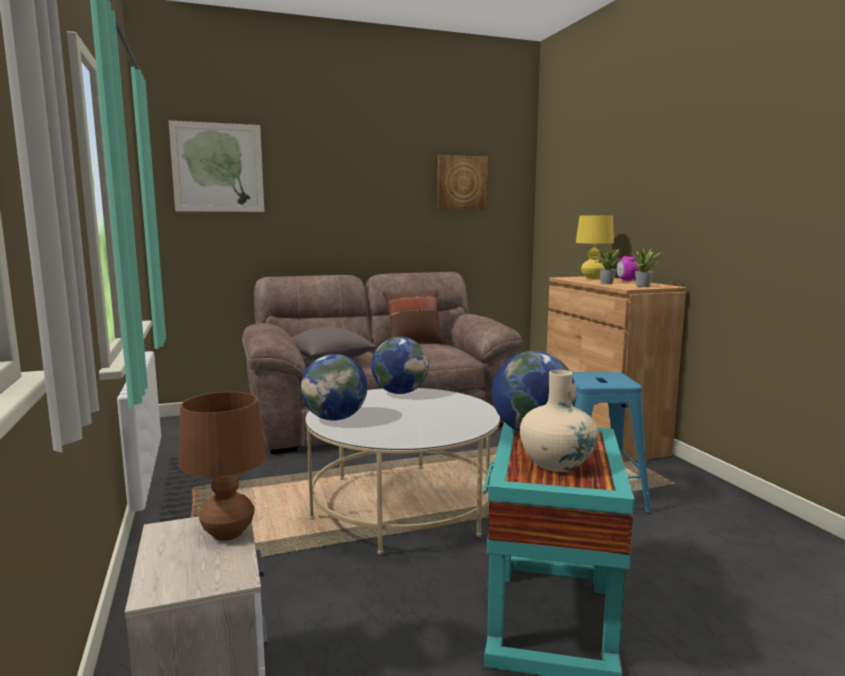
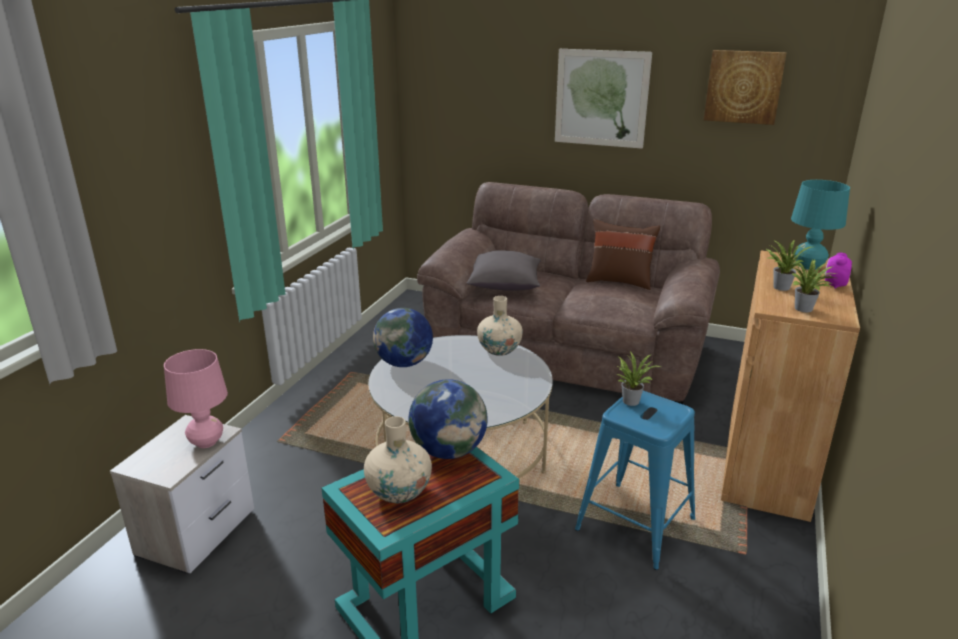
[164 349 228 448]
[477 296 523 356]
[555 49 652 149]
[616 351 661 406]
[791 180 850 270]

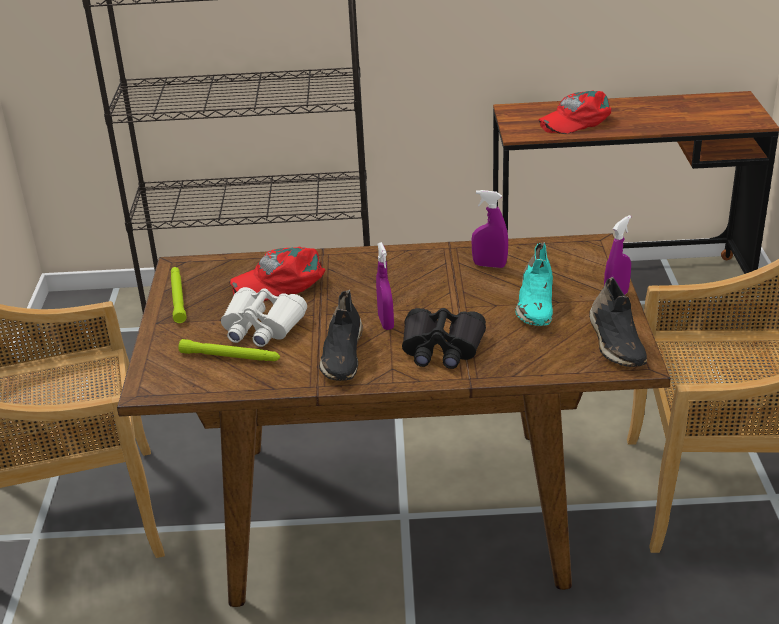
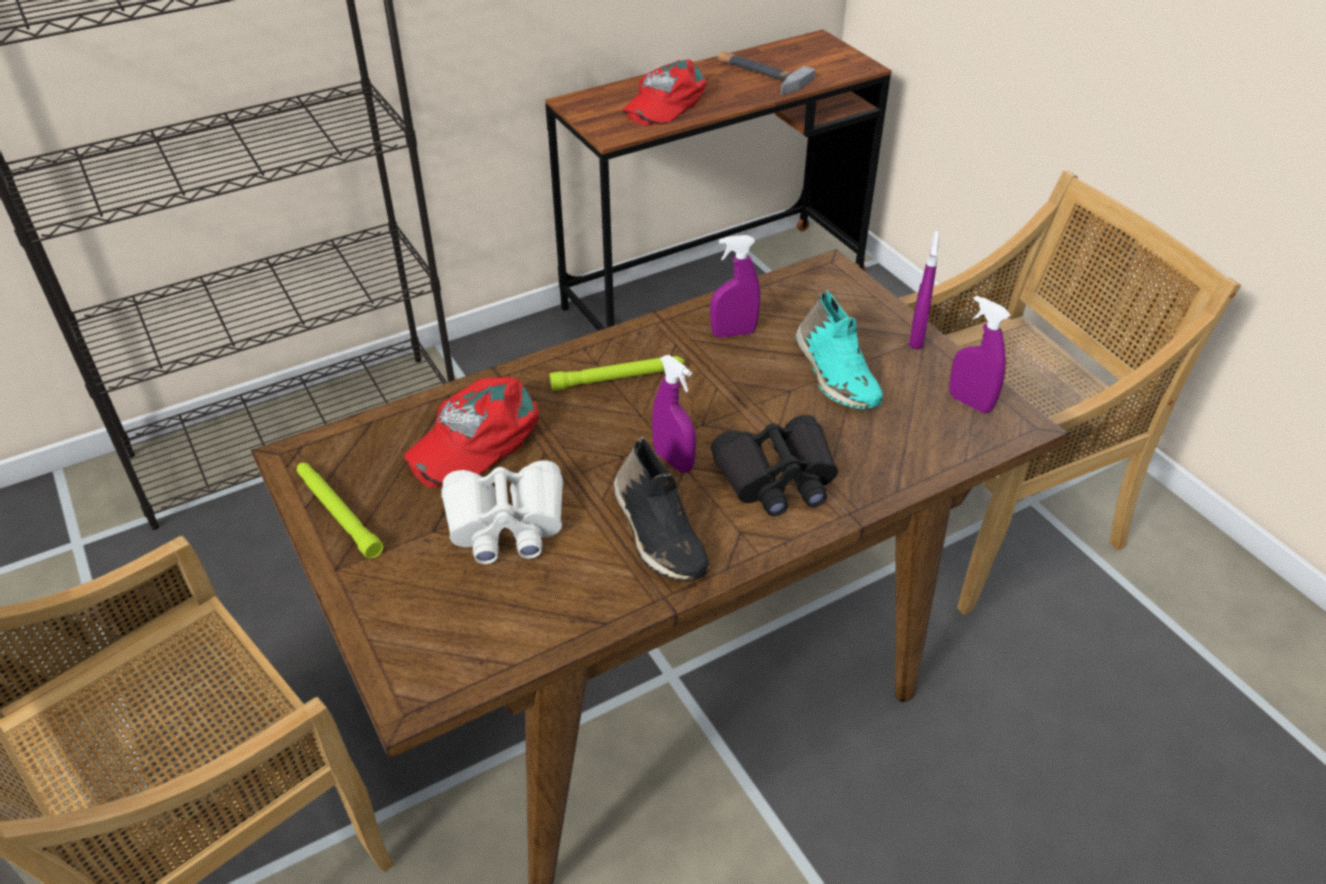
[549 356 684 391]
[718 51 815 95]
[949 295 1011 413]

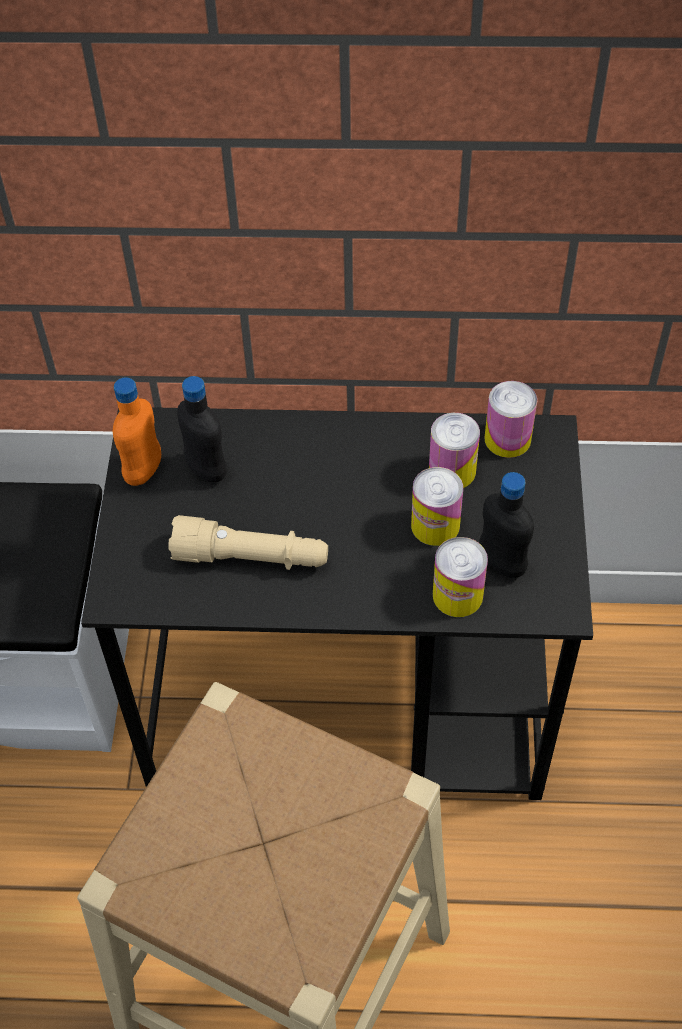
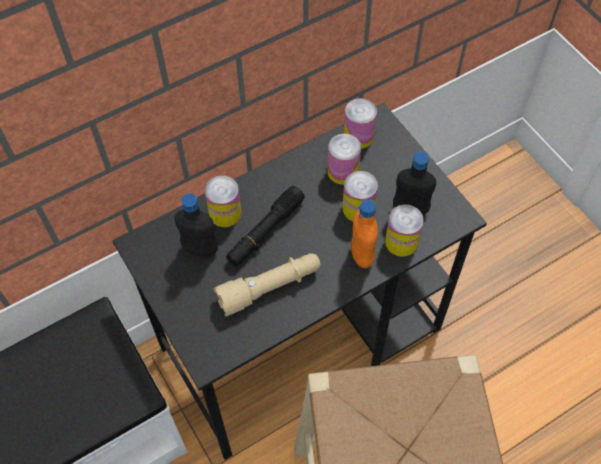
[205 176 242 227]
[226 186 305 266]
[351 199 378 268]

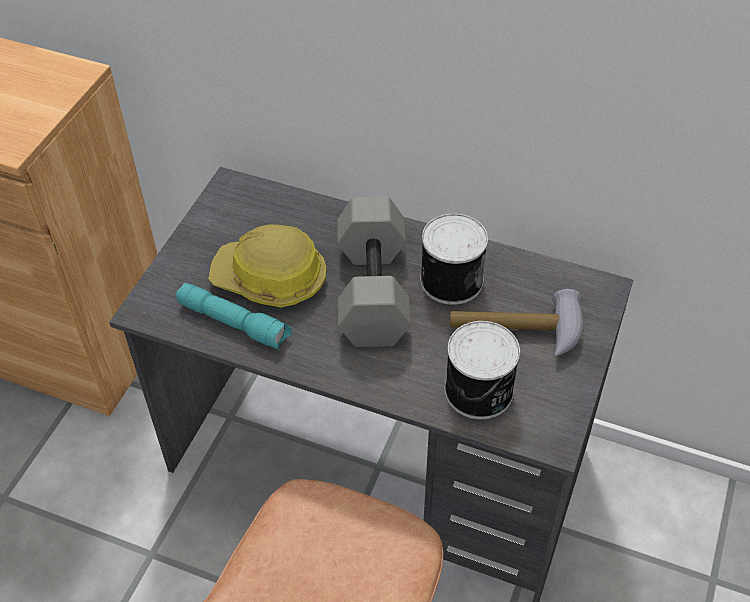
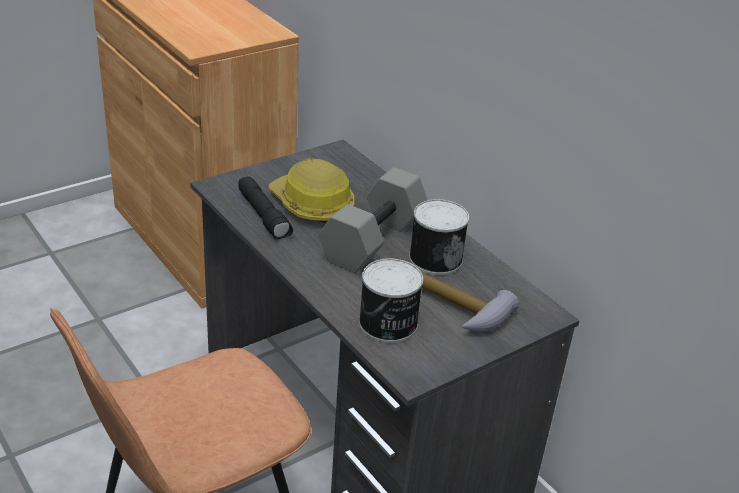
[238 176 293 239]

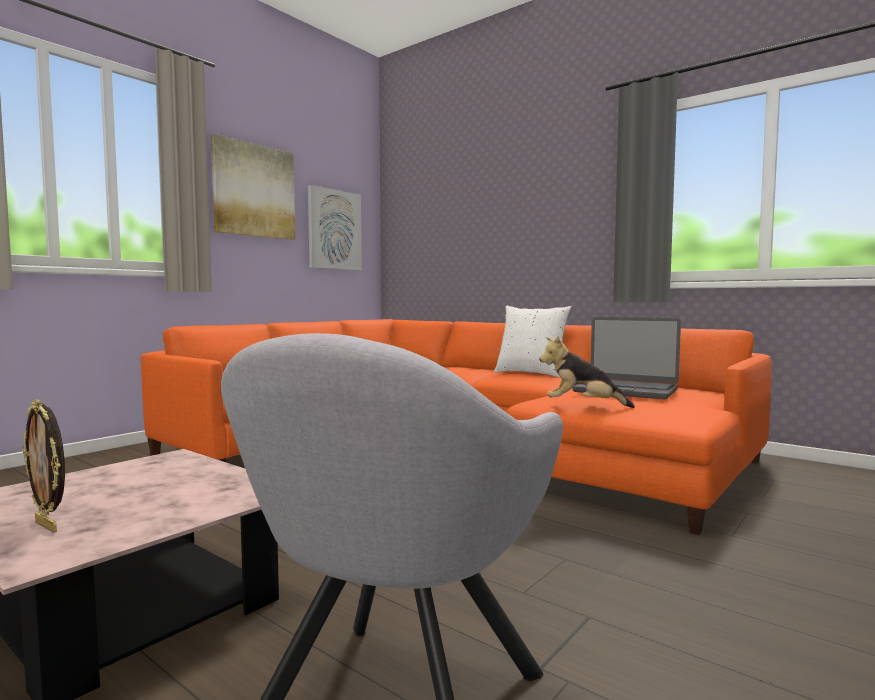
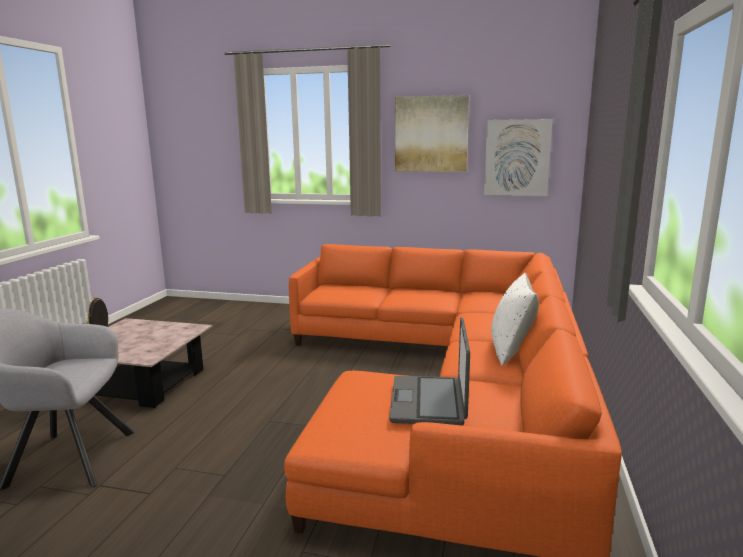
[539 336 635 408] (first image)

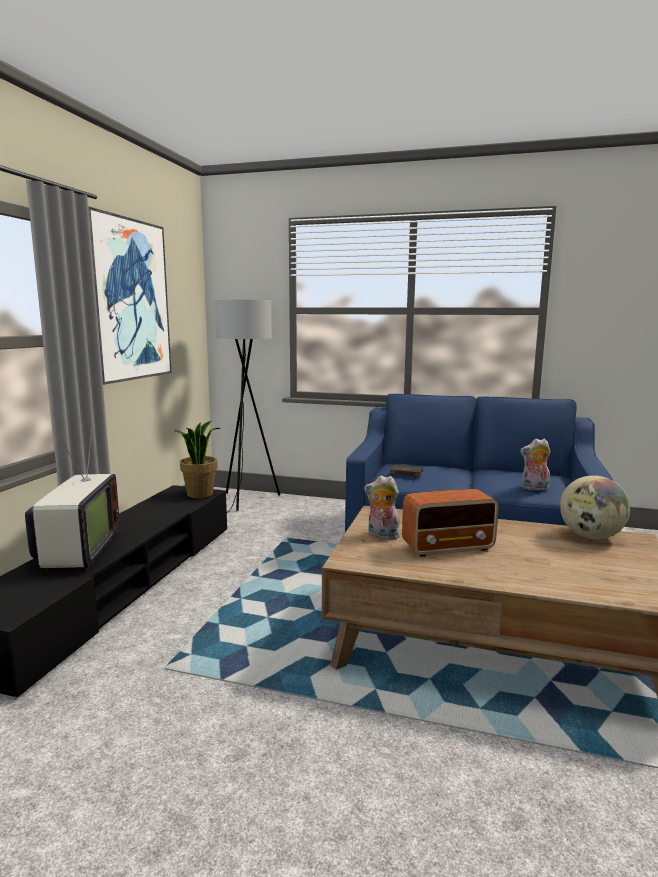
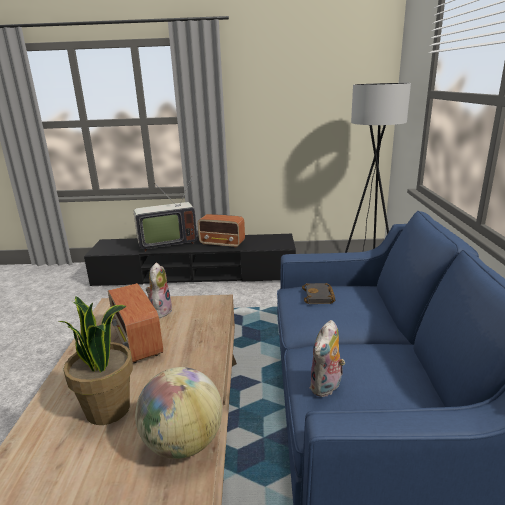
[58 296 133 425]
[198 214 245 248]
[310 320 345 397]
[88 206 172 385] (first image)

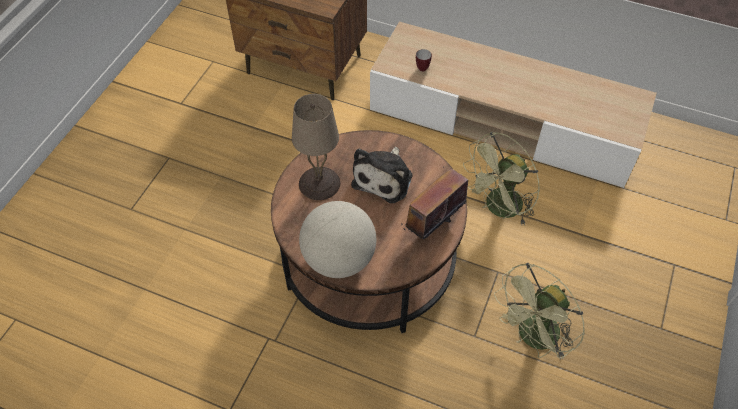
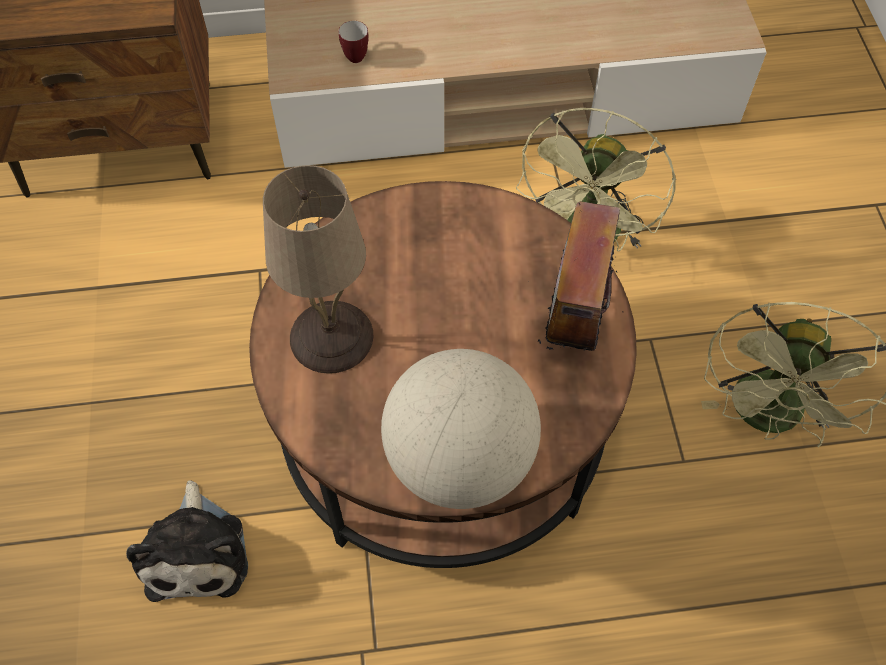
[126 480 248 602]

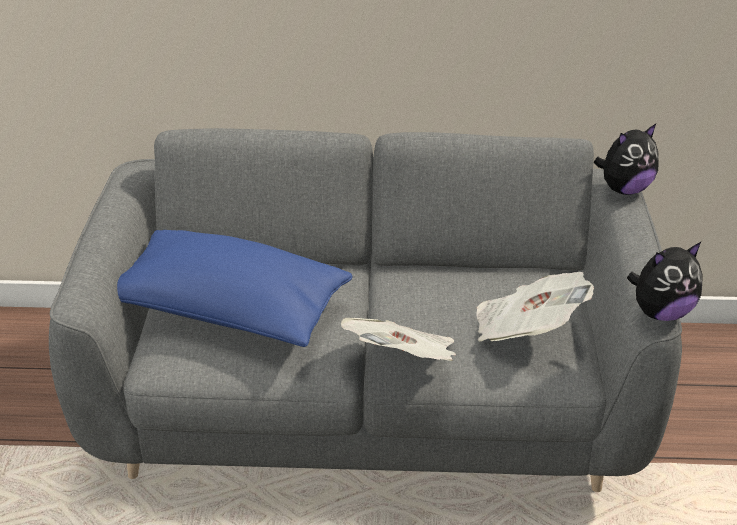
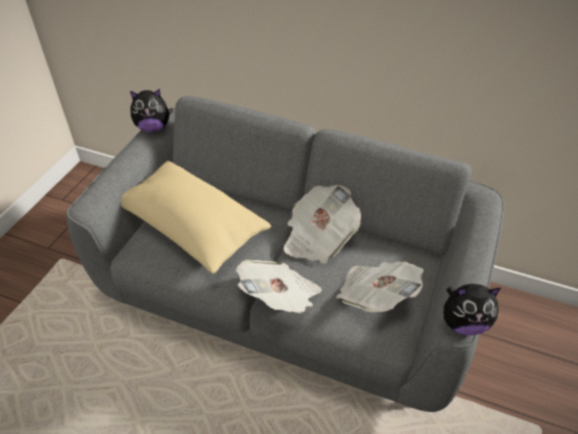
[121 161 271 274]
[130 89 173 132]
[284 185 361 264]

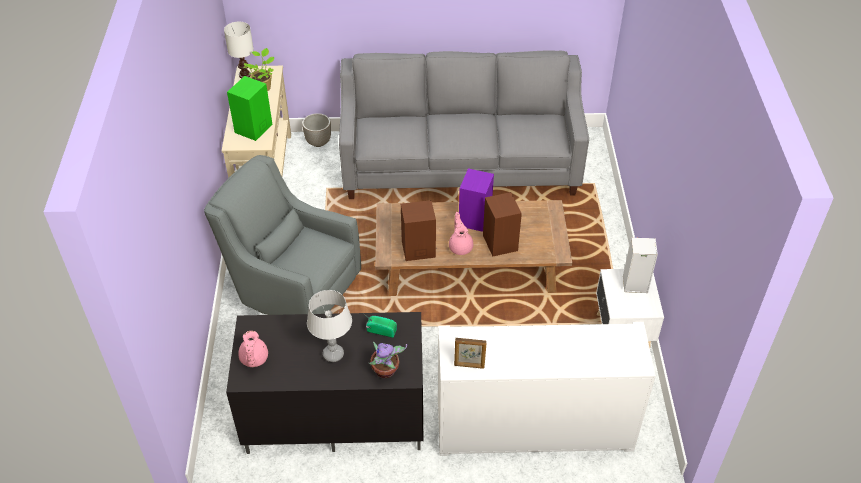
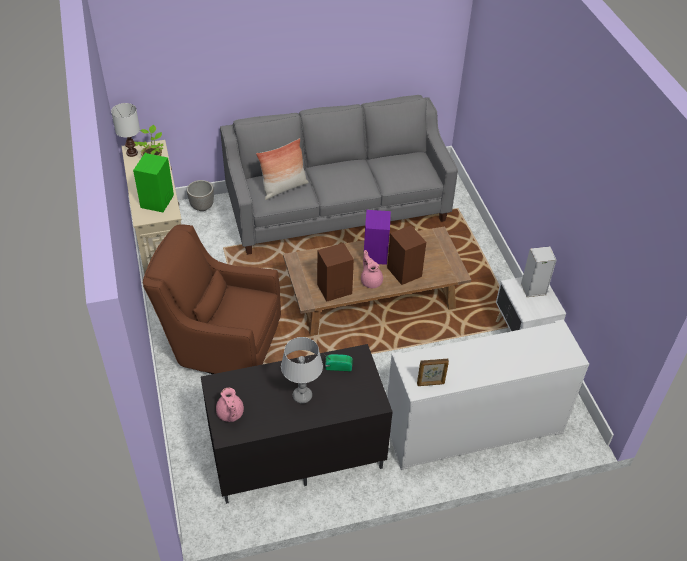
[143 224 281 374]
[256 138 309 200]
[369 342 407 379] (first image)

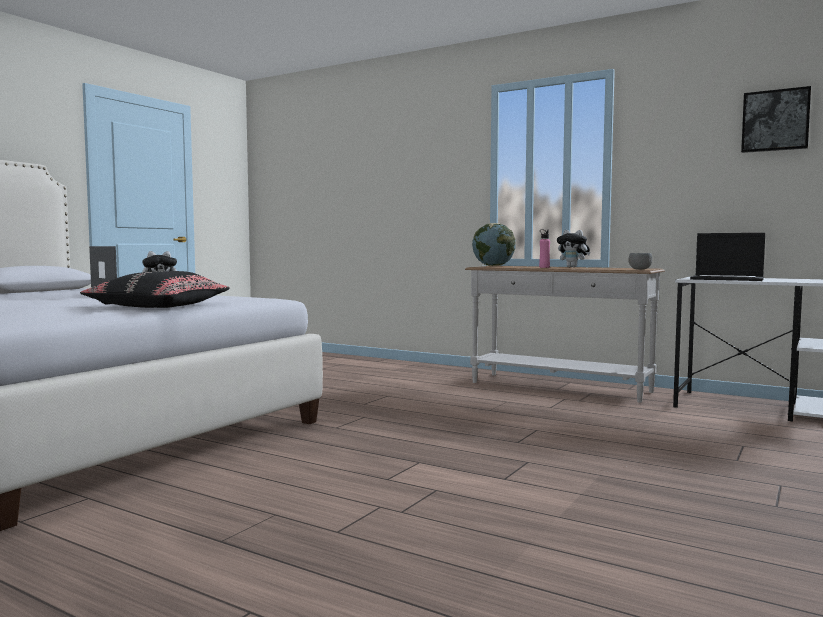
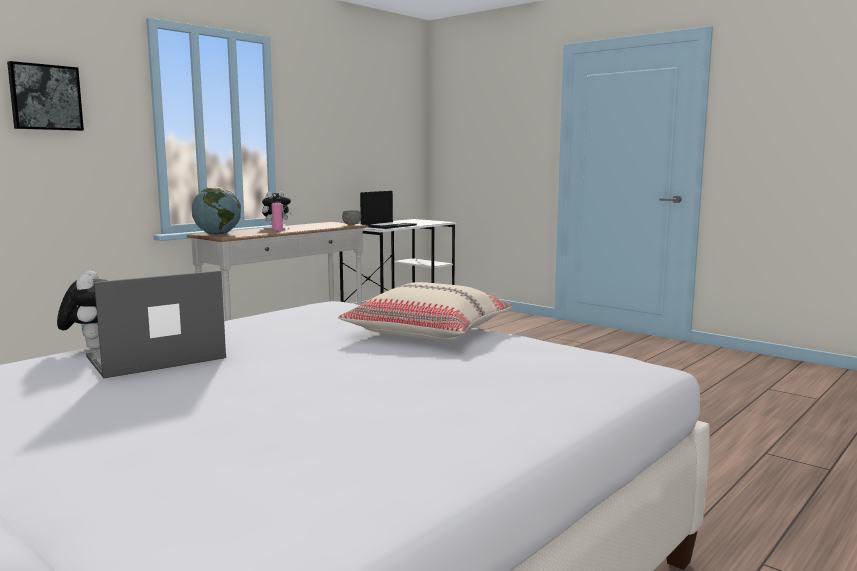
[7 61 84 131]
[338 282 513 342]

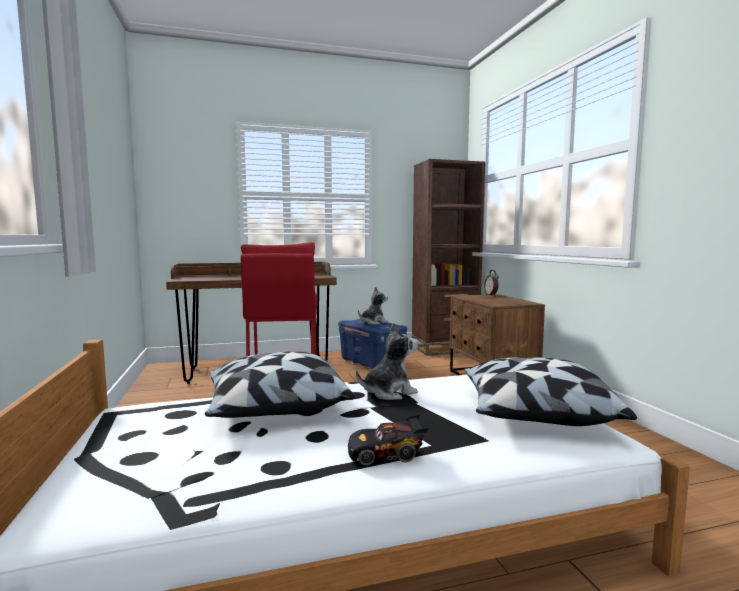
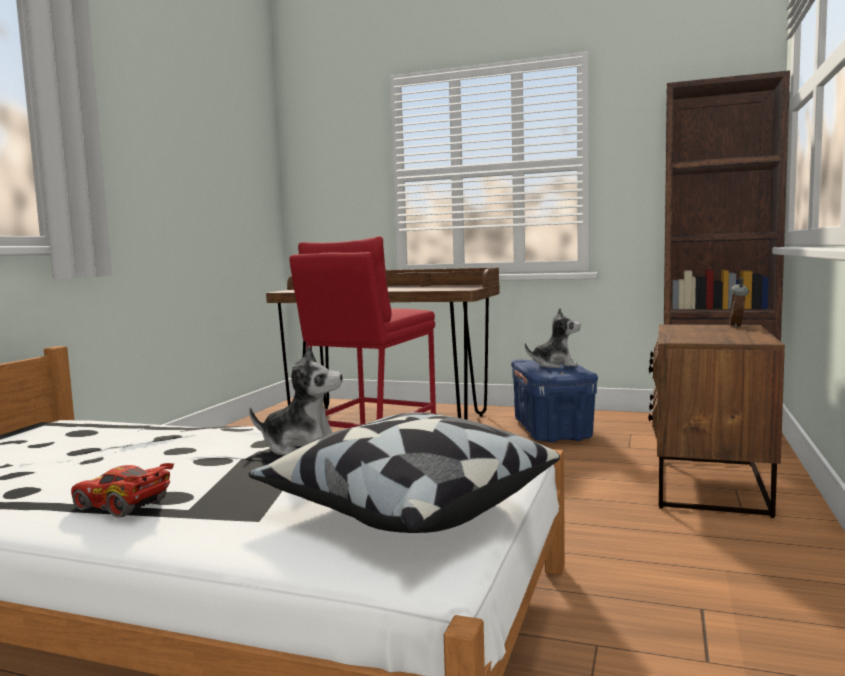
[71 463 174 518]
[205 351 355 418] (first image)

